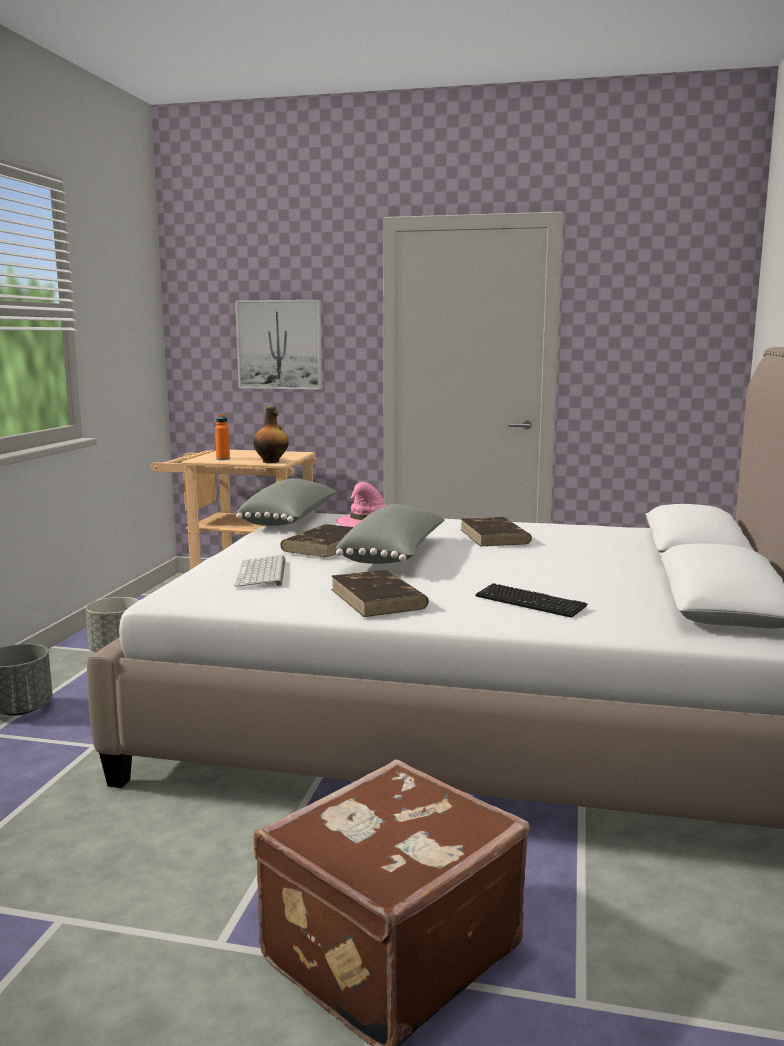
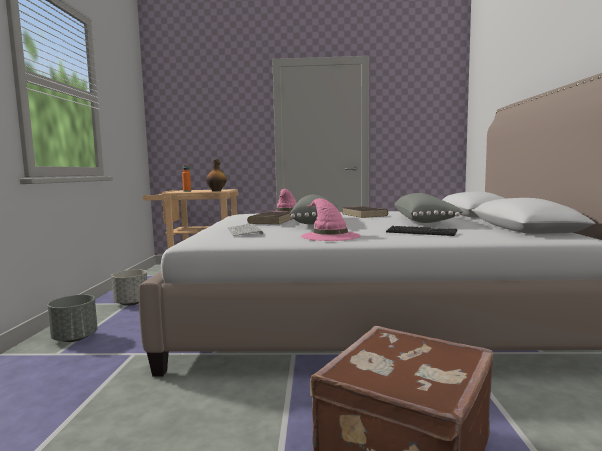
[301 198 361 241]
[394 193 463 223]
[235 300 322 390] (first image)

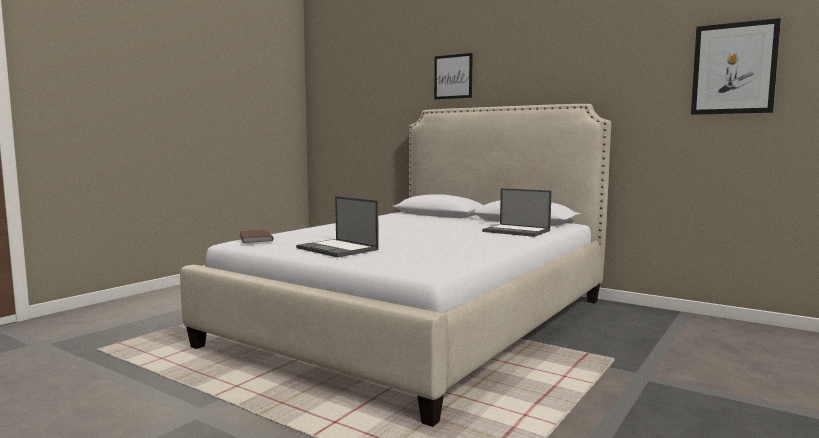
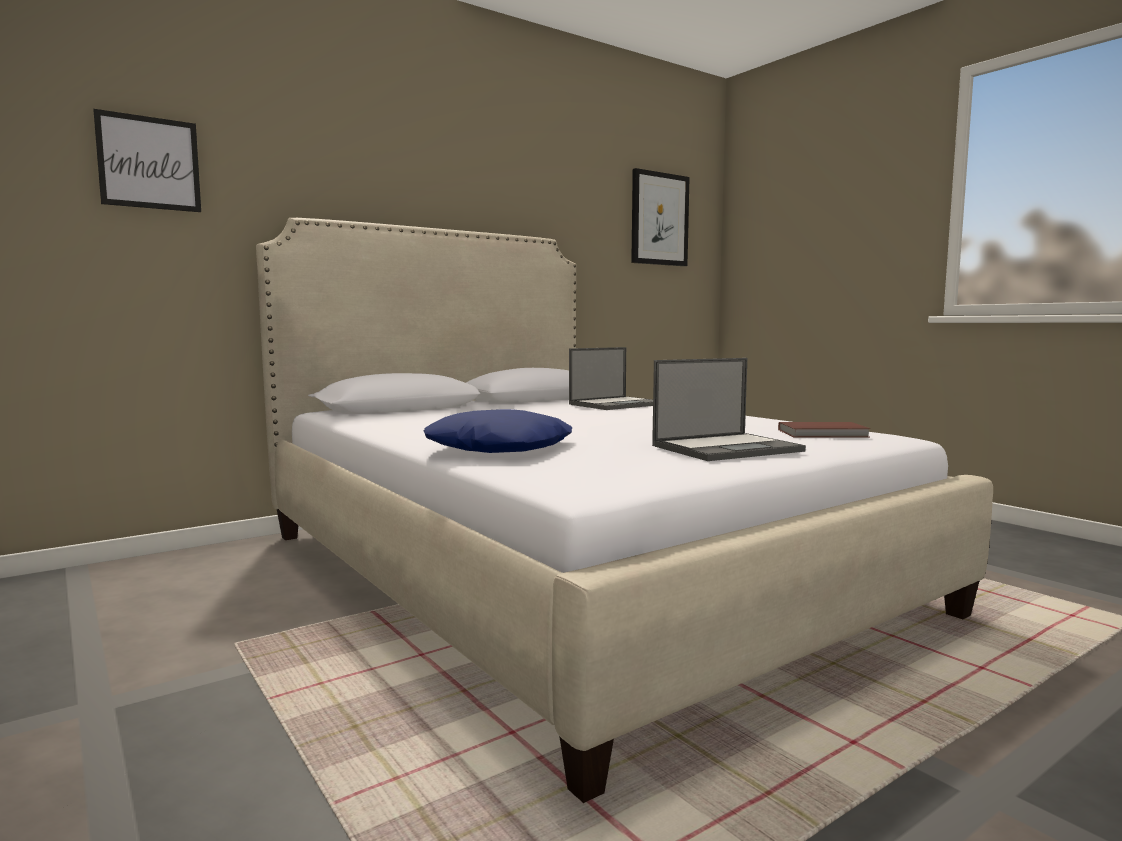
[93 109 201 212]
[424 409 572 453]
[778 422 871 438]

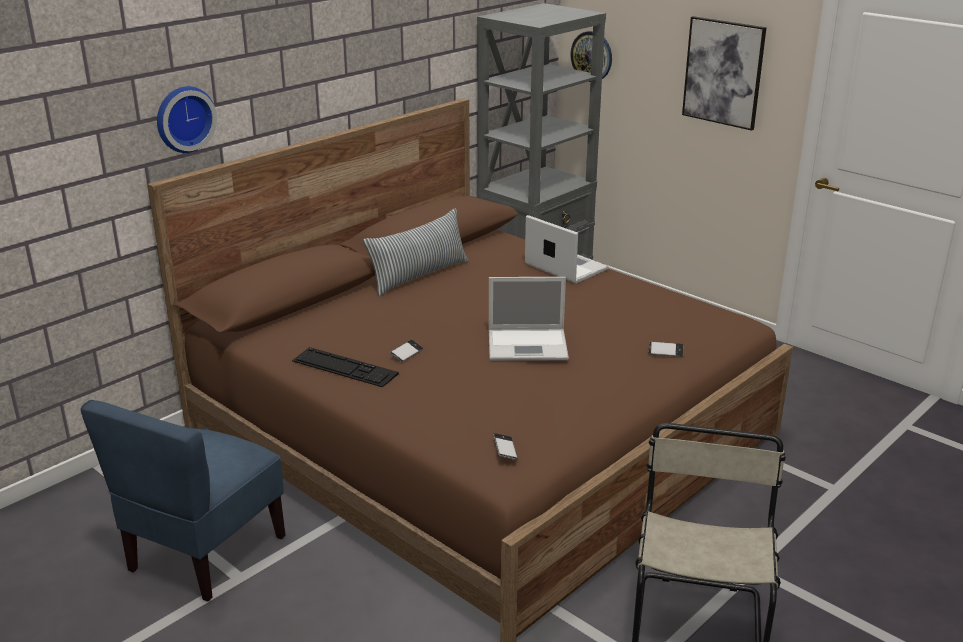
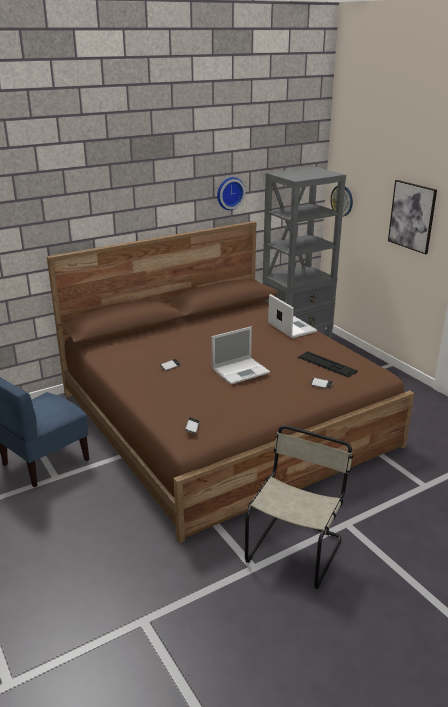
[212 327 270 385]
[217 177 245 210]
[298 351 358 377]
[363 208 468 296] (first image)

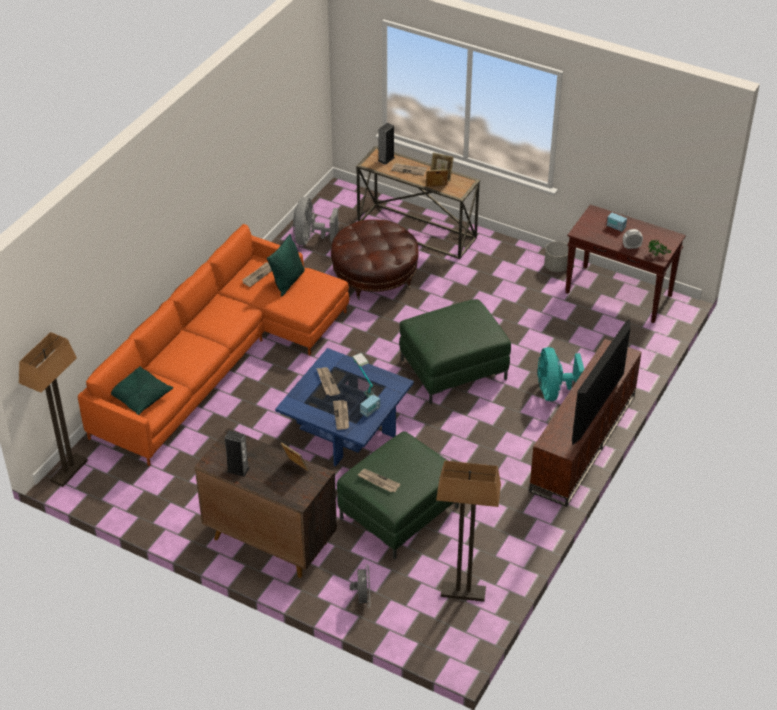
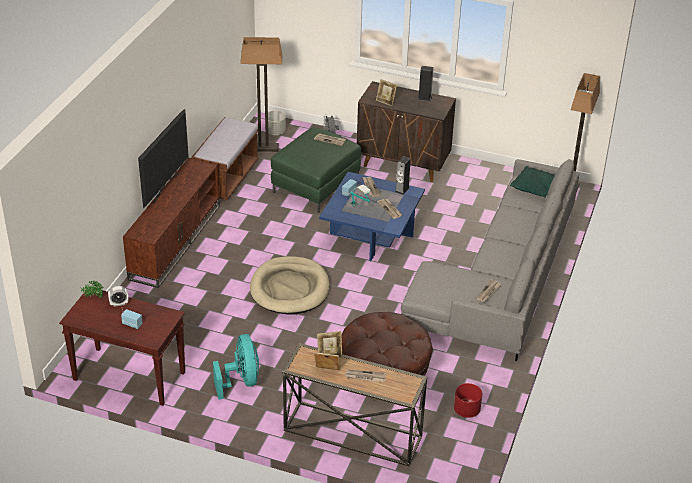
[191 117 259 200]
[213 334 259 400]
[250 256 329 315]
[268 111 286 135]
[395 156 411 195]
[401 159 579 361]
[454 383 482 418]
[267 234 305 297] (first image)

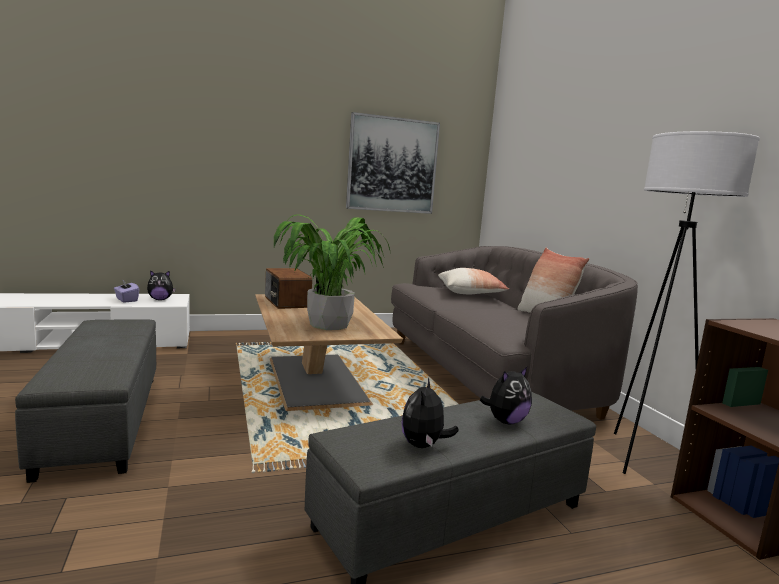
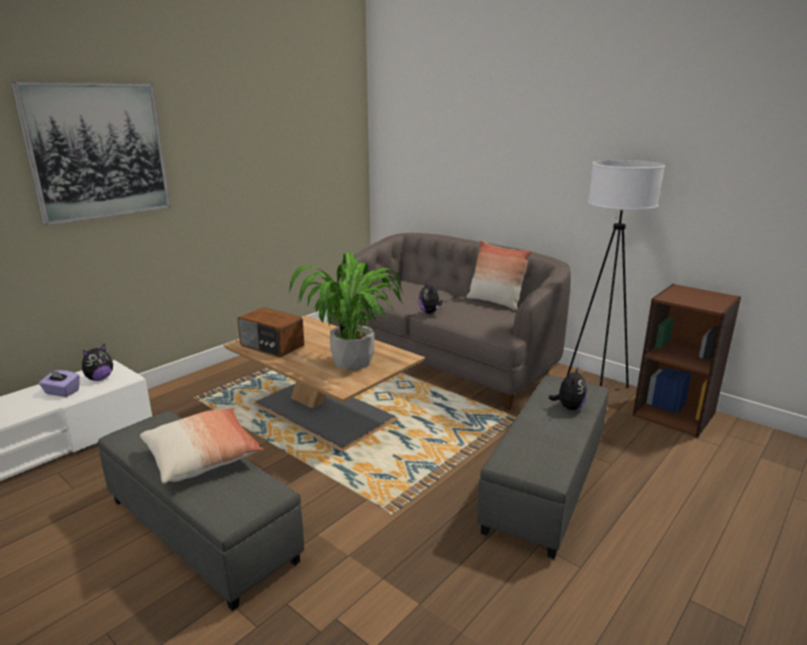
[11 82 171 226]
[140 408 263 484]
[418 280 443 314]

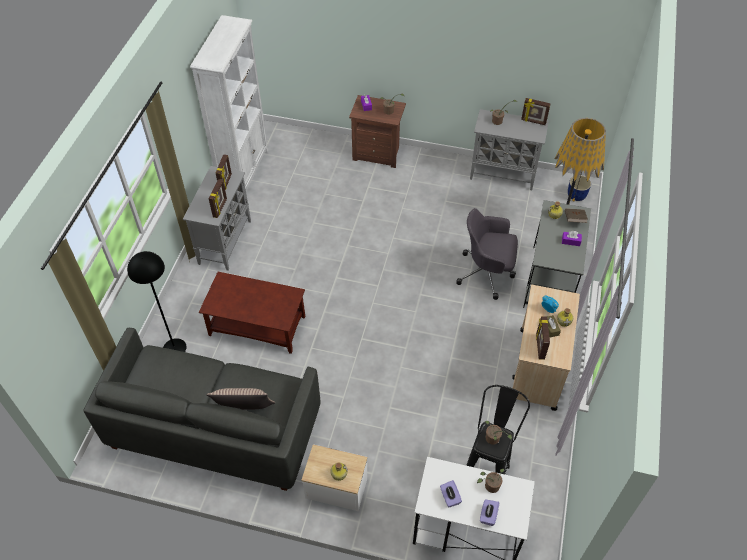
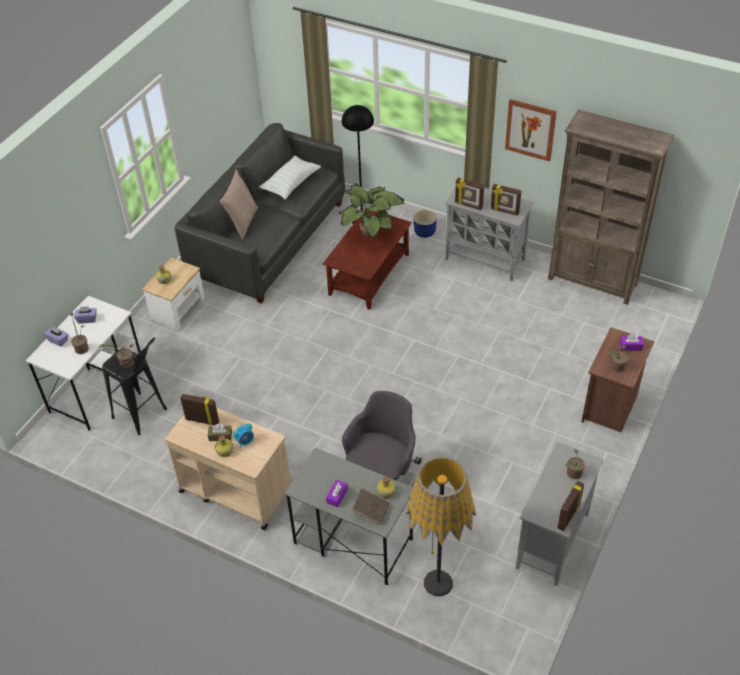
[259 155 321 200]
[339 183 404 237]
[413 210 437 238]
[505 99 557 162]
[548 110 674 305]

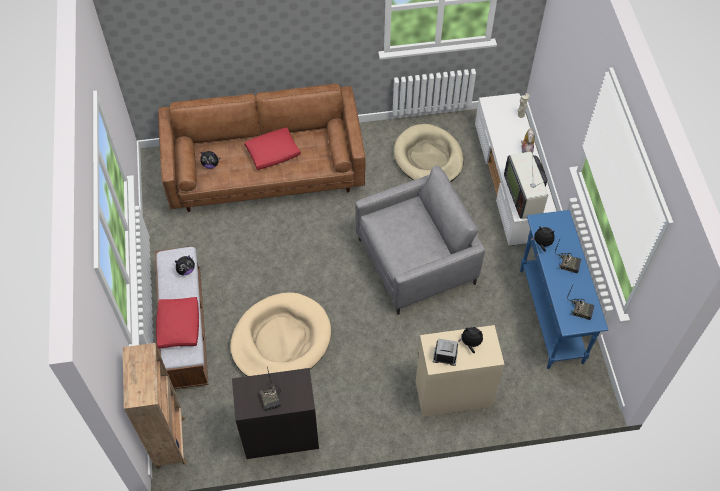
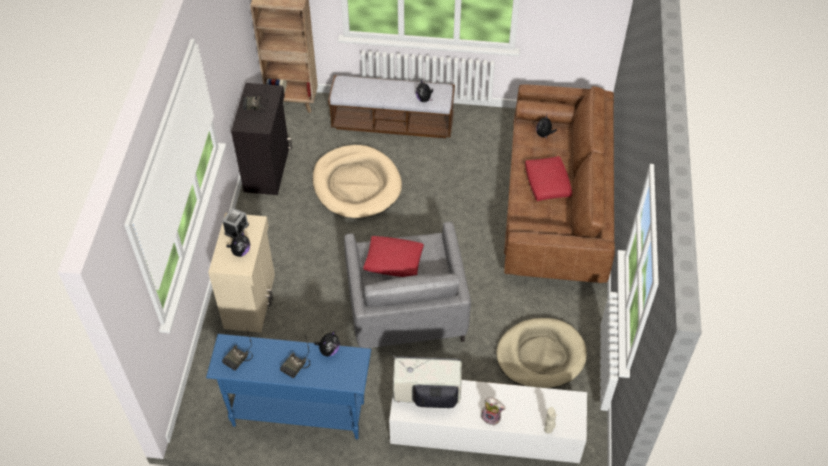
[363 236 424 277]

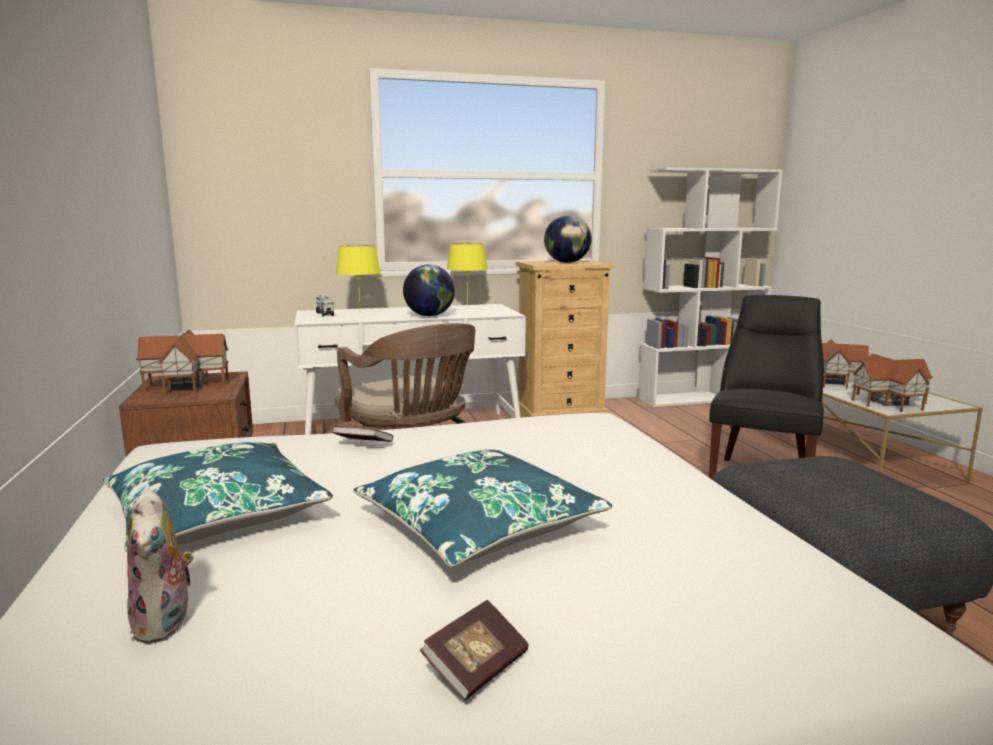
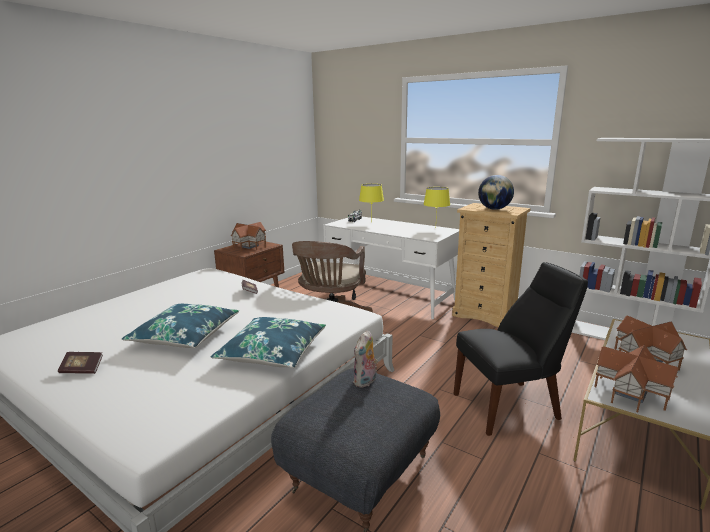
[211 317 326 368]
[353 330 378 388]
[403 264 455 316] (first image)

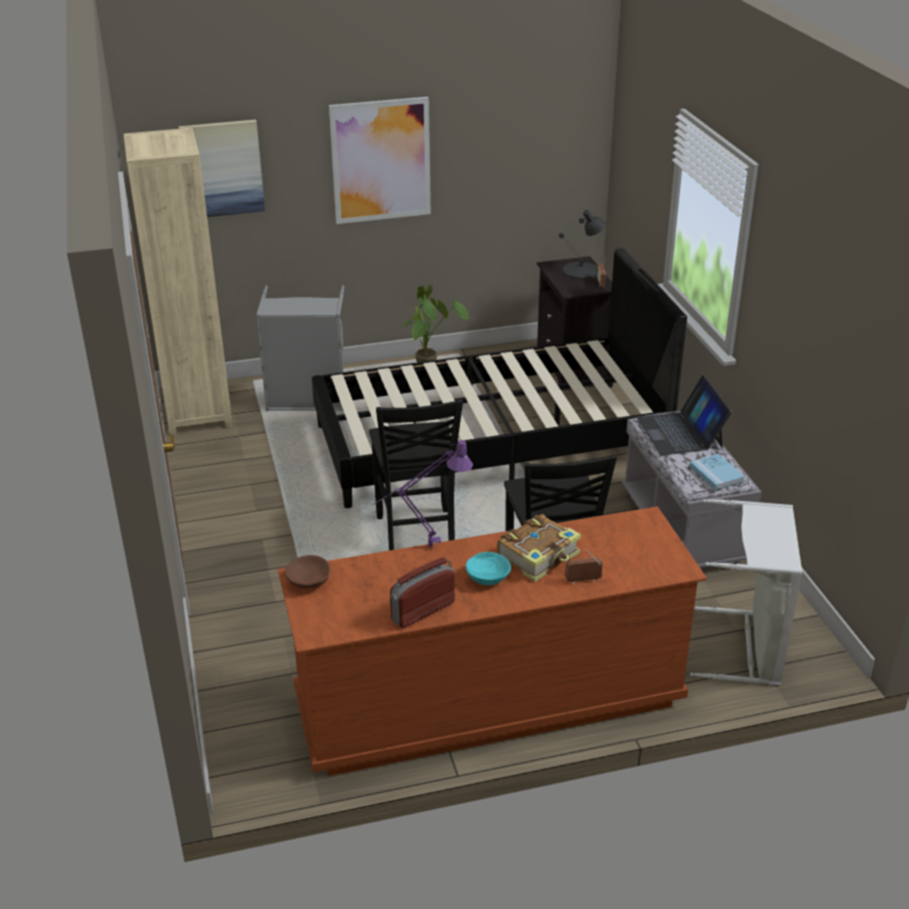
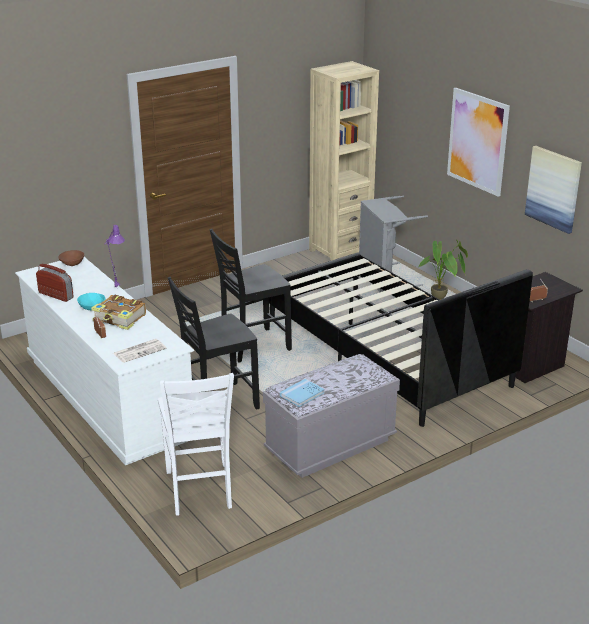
[15 257 194 465]
[113 339 166 363]
[158 373 234 515]
[525 146 582 234]
[559 210 606 279] (first image)
[637 375 732 455] (first image)

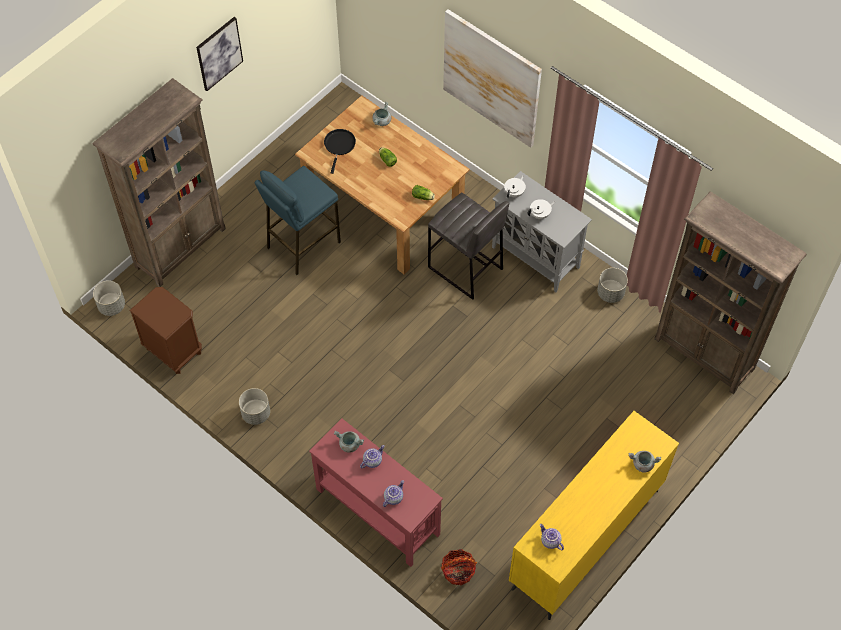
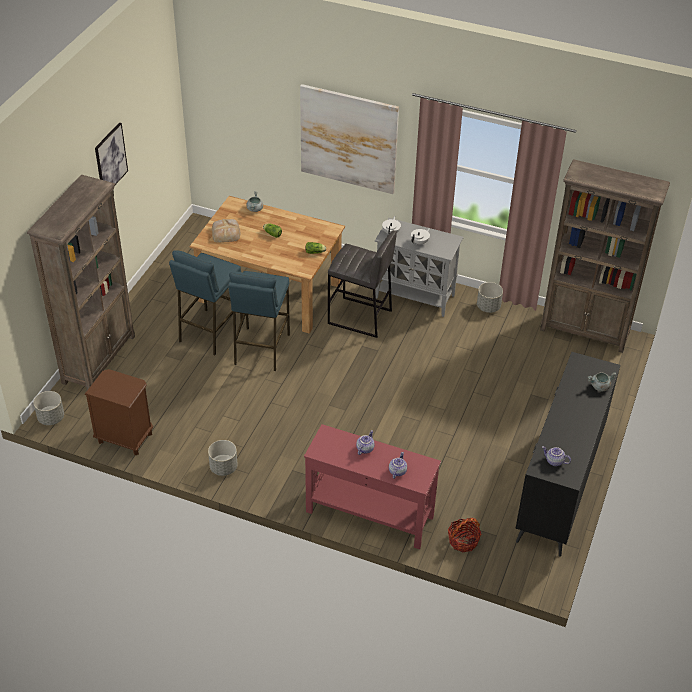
[212 219 240 243]
[228 271 290 371]
[515 352 621 557]
[334 431 364 453] (first image)

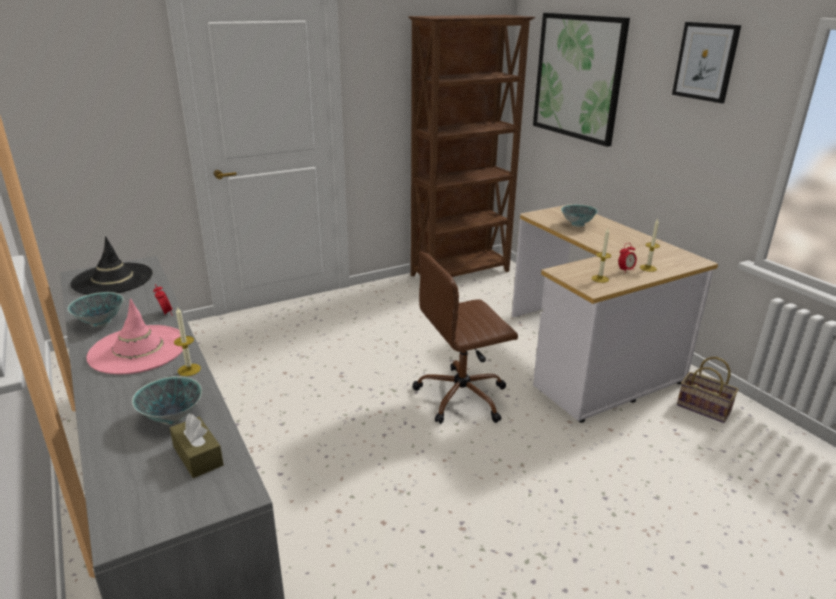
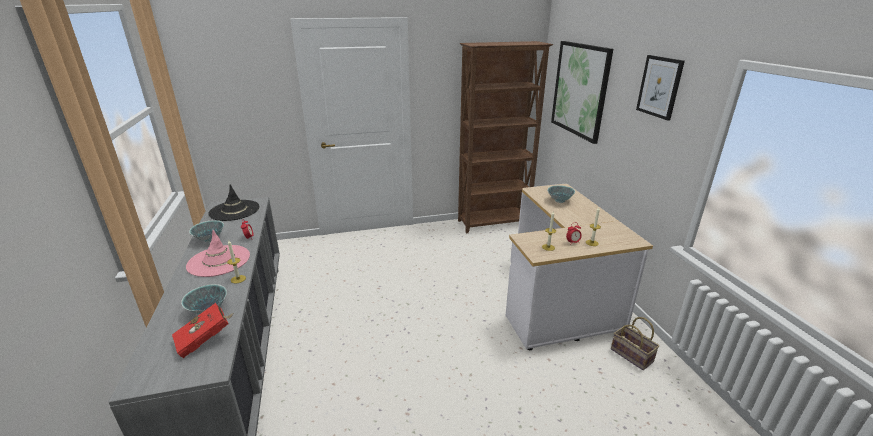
[172 303 234 358]
[412 251 518 424] (first image)

